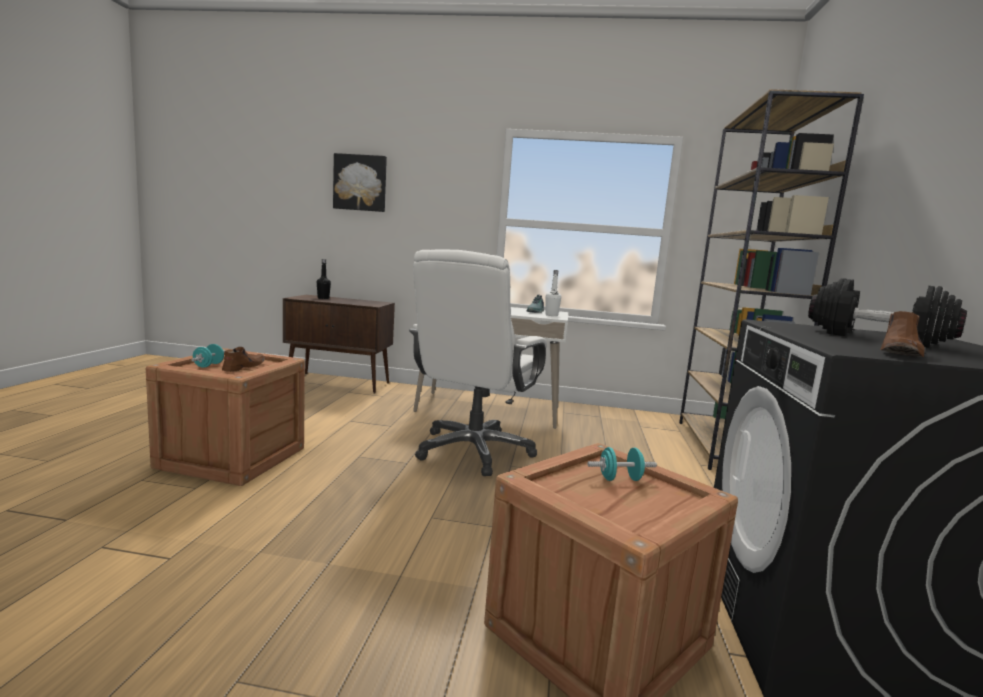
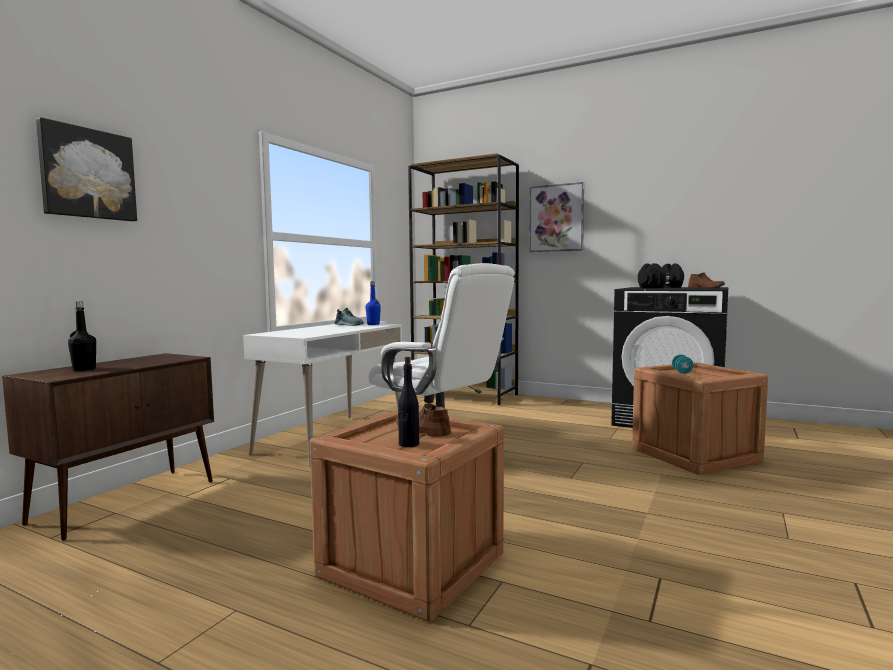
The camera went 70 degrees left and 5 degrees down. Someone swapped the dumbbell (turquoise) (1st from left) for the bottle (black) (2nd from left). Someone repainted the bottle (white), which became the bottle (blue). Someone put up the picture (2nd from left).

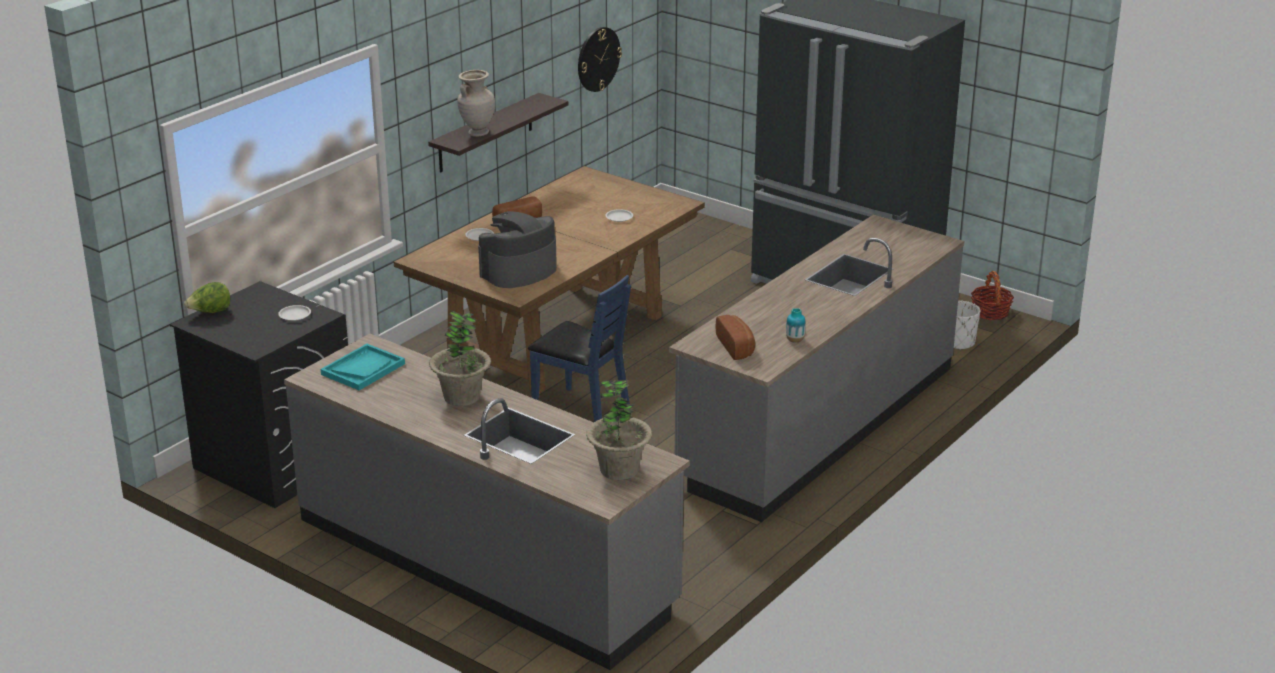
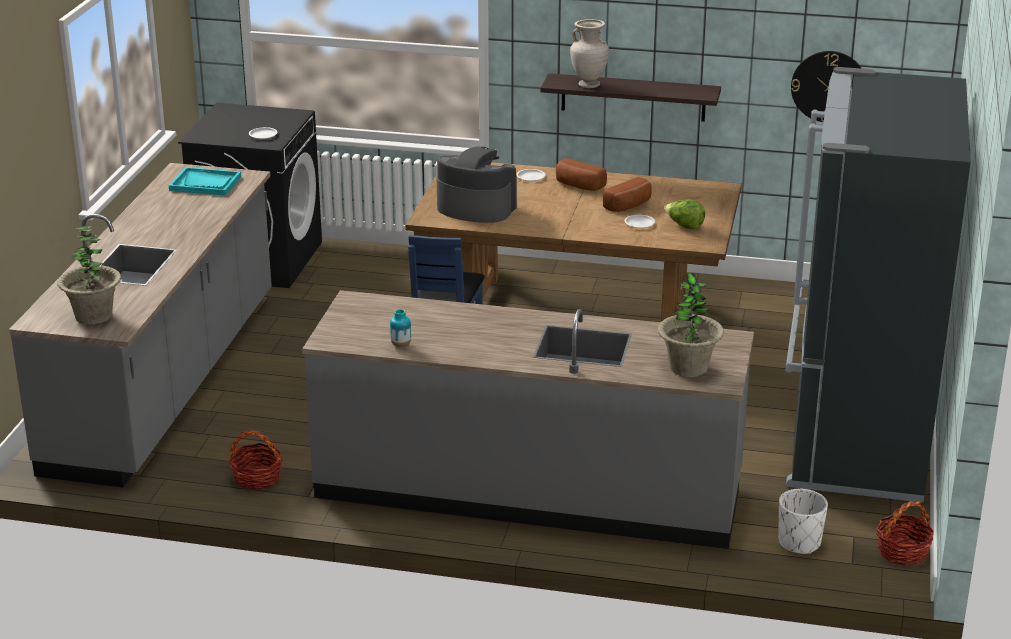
The camera went 65 degrees right and 0 degrees up. Someone carried the lettuce. Someone carried the potted plant (1st from left in the first image). Someone carried the bread (2nd from left). Someone put down the basket (1st from left).

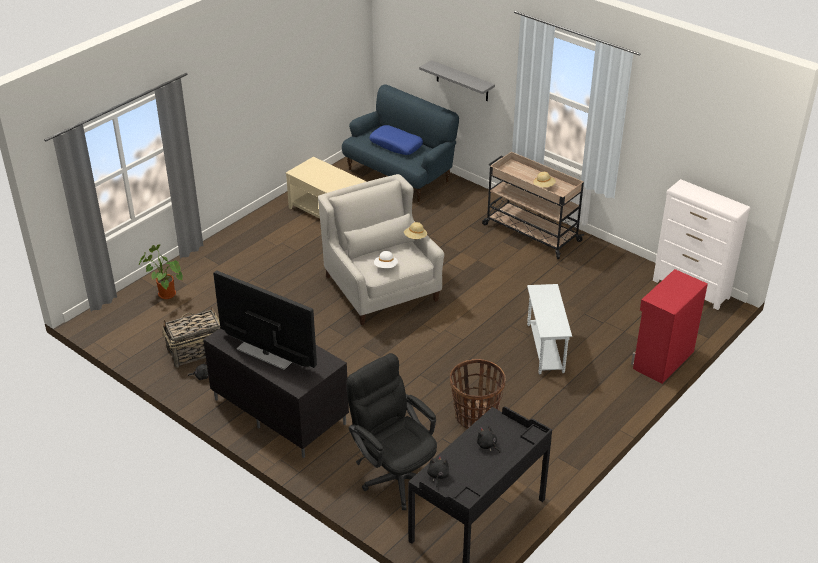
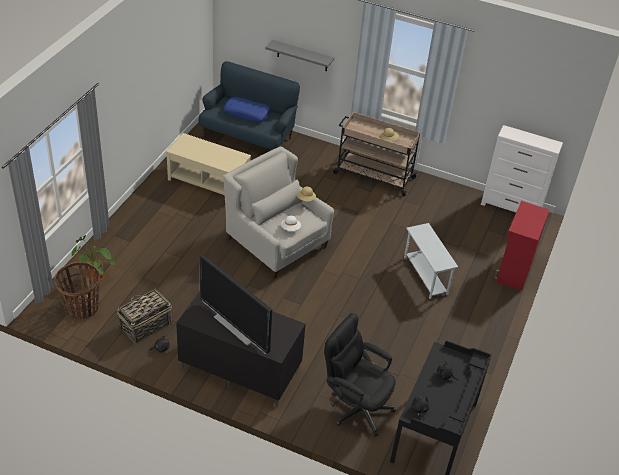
The camera went 20 degrees left and 5 degrees up. Someone rotated the television by 150 degrees counterclockwise. Someone carried the basket (2nd from left in the first image).

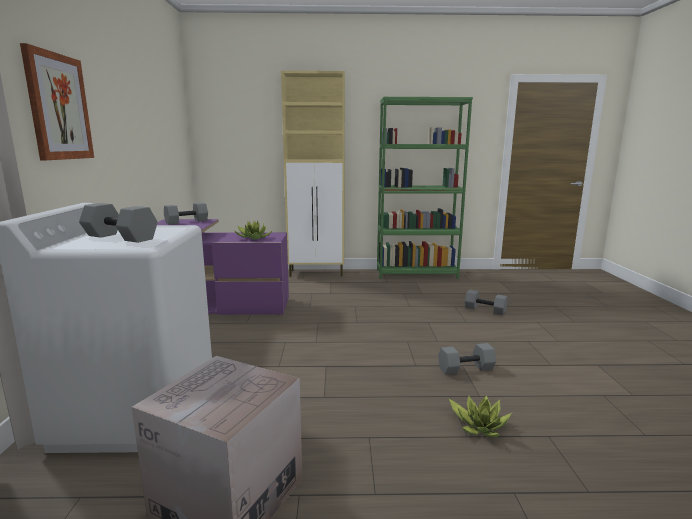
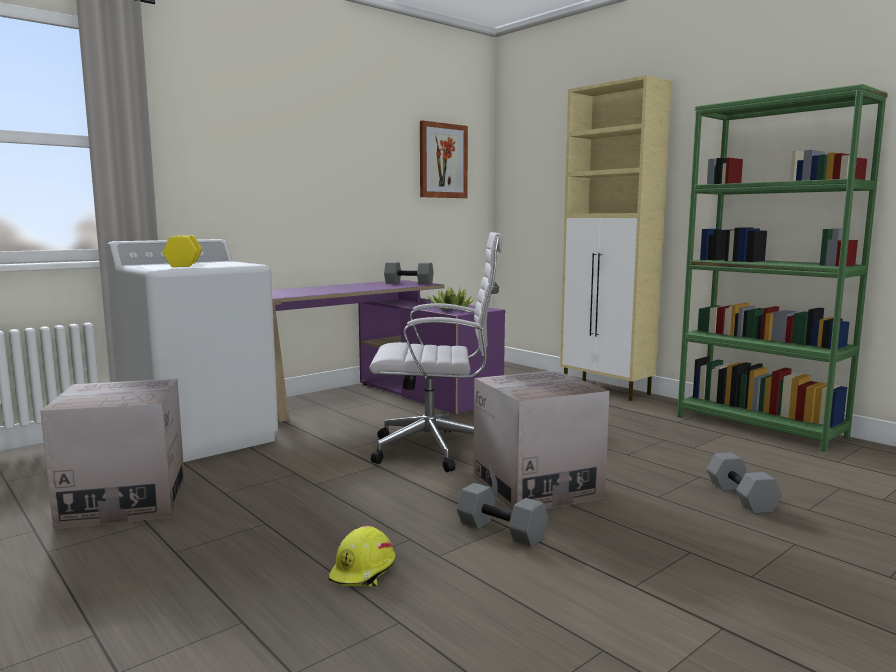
The camera went 50 degrees right and 5 degrees down. Someone carried the picture. Someone repainted the dumbbell (grey) (1st from left), which became the dumbbell (yellow). Someone swapped the potted plant (2nd from left) for the hard hat (yellow). Someone put down the office chair (white). Someone put down the cardboard box (2nd from left).

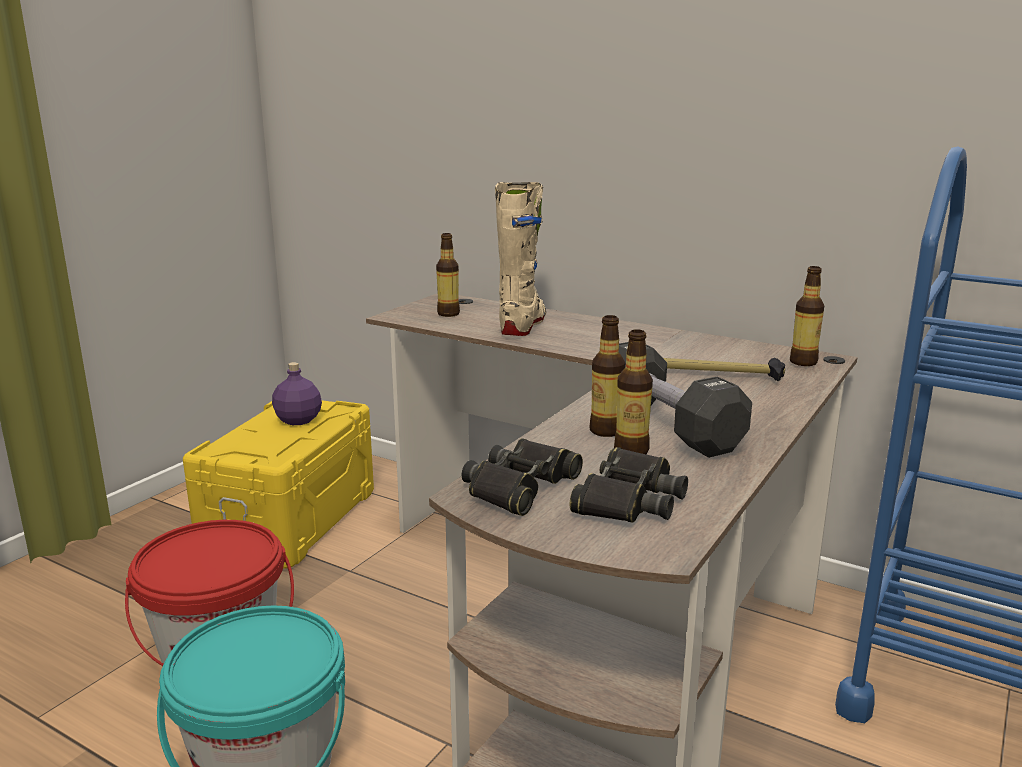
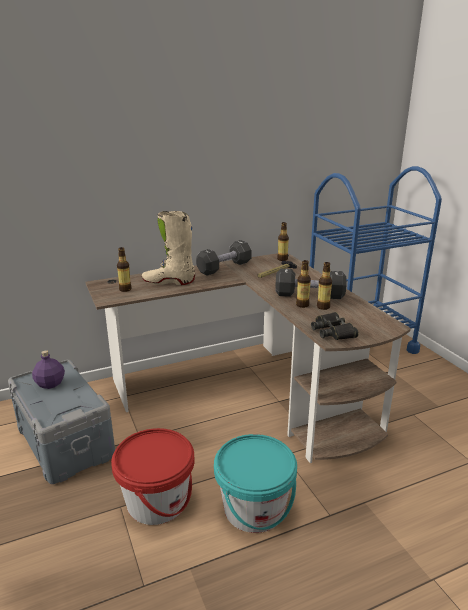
The camera went 55 degrees left and 5 degrees up. Someone repainted the storage box (yellow), which became the storage box (grey). Someone rotated the boot (beige) by 45 degrees counterclockwise. Someone took away the binoculars (black) (2nd from left). Someone put down the dumbbell (black) (1st from left).

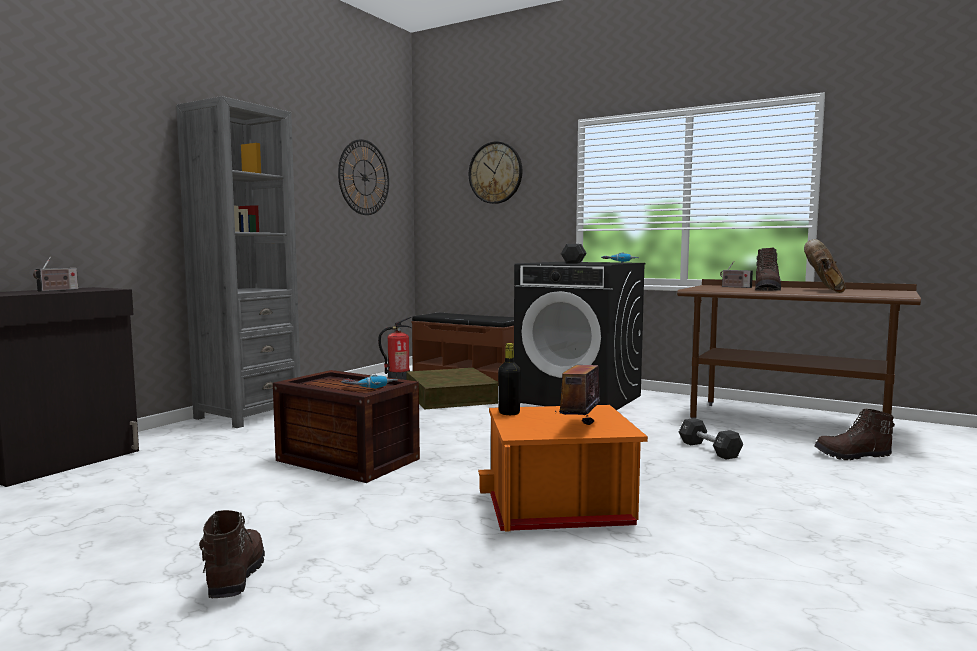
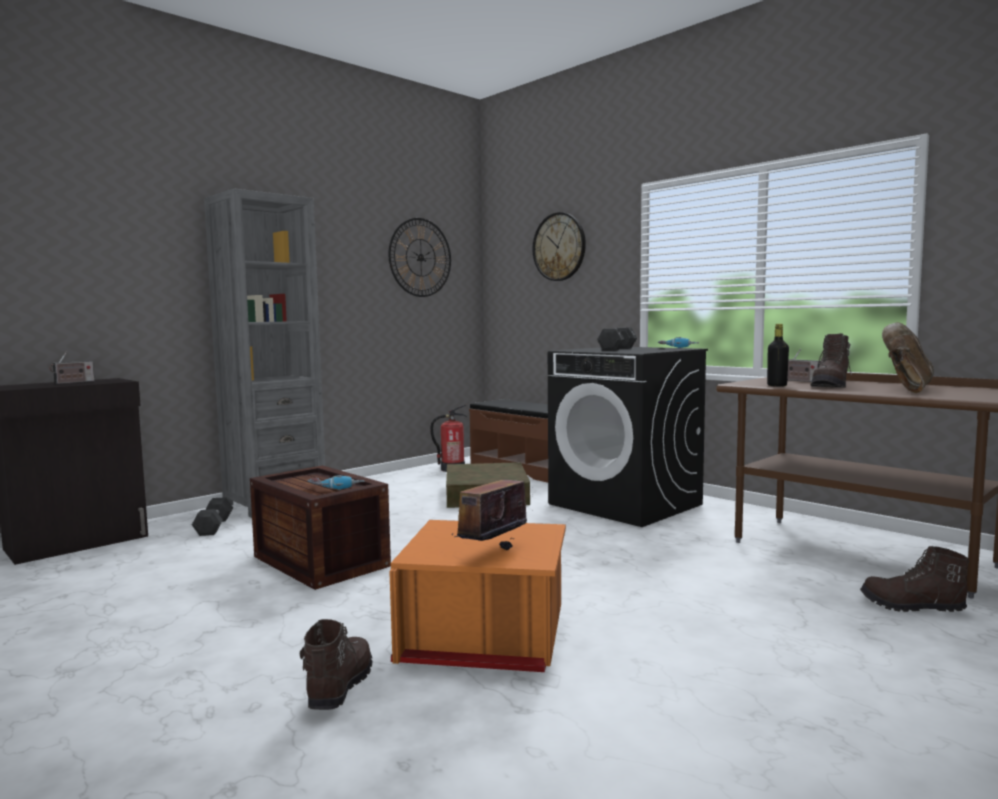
The camera went 15 degrees right and 0 degrees up. Someone carried the boot (brown) (1st from left). Someone carried the bottle (black). Someone carried the dumbbell (black) (2nd from left in the first image).

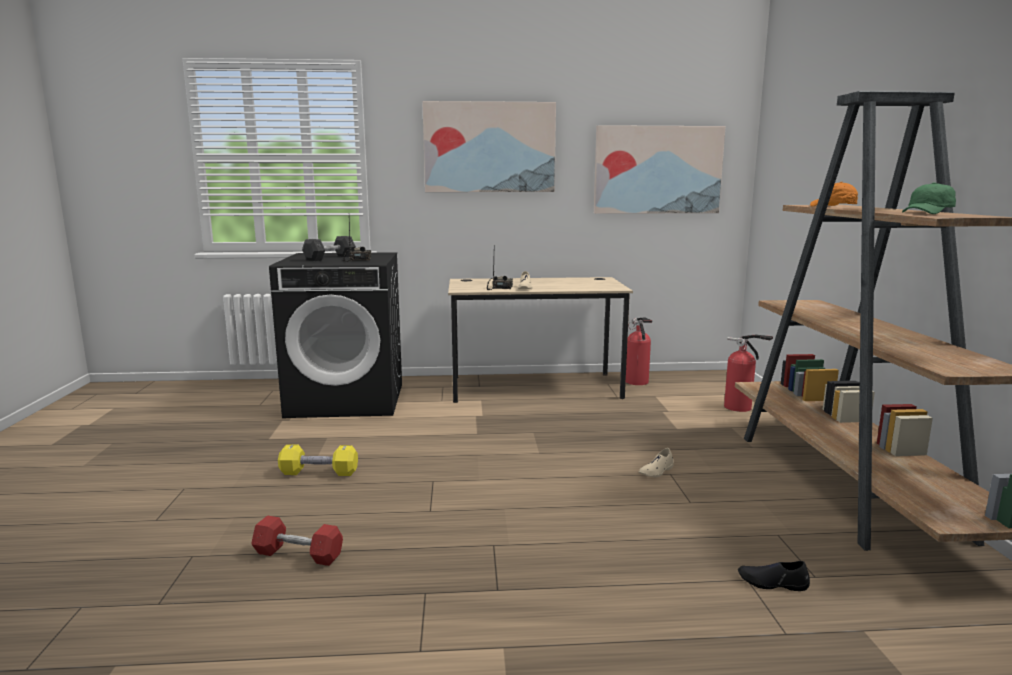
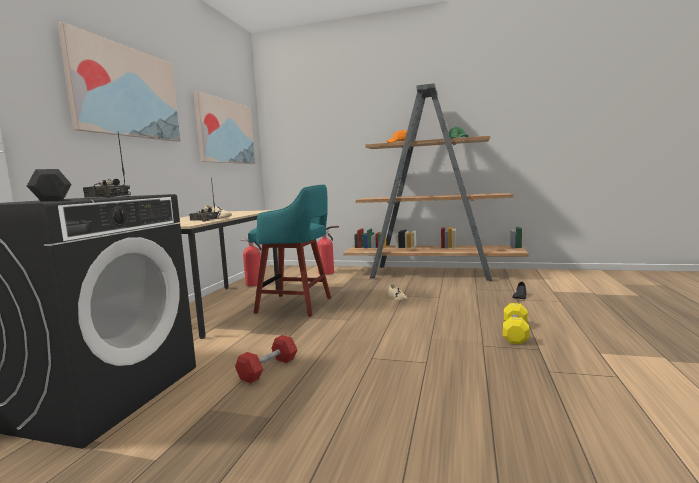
The camera went 70 degrees left and 5 degrees down. Someone carried the dumbbell (red). Someone carried the dumbbell (yellow). Someone put down the stool (turquoise).

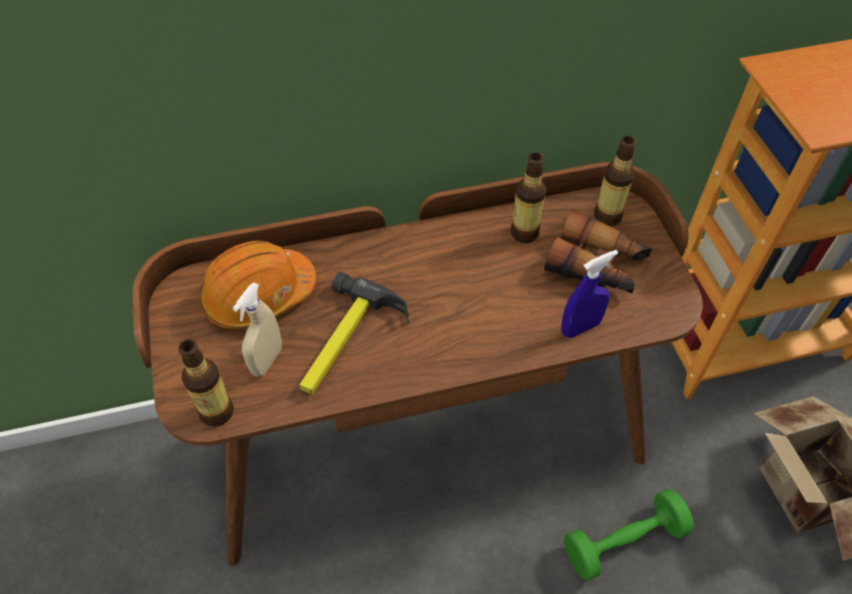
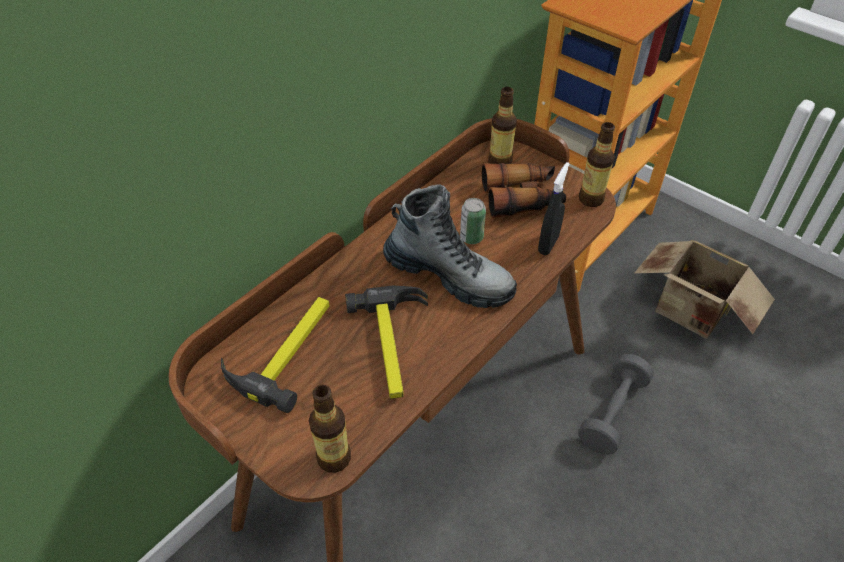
The camera went 35 degrees left and 5 degrees down. Someone swapped the hard hat (orange) for the hammer (1st from left). Someone took away the spray bottle (beige). Someone carried the bottle (2nd from left in the first image). Someone repainted the spray bottle (blue), which became the spray bottle (black). Someone repainted the dumbbell (green), which became the dumbbell (grey). Someone put down the boot. Someone put down the can.

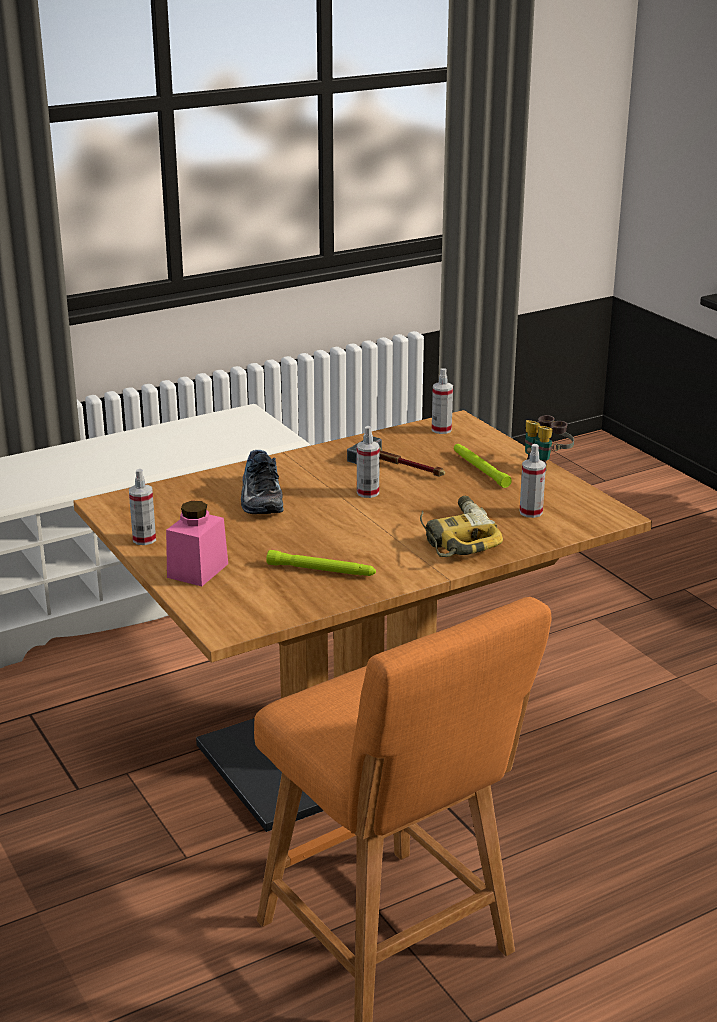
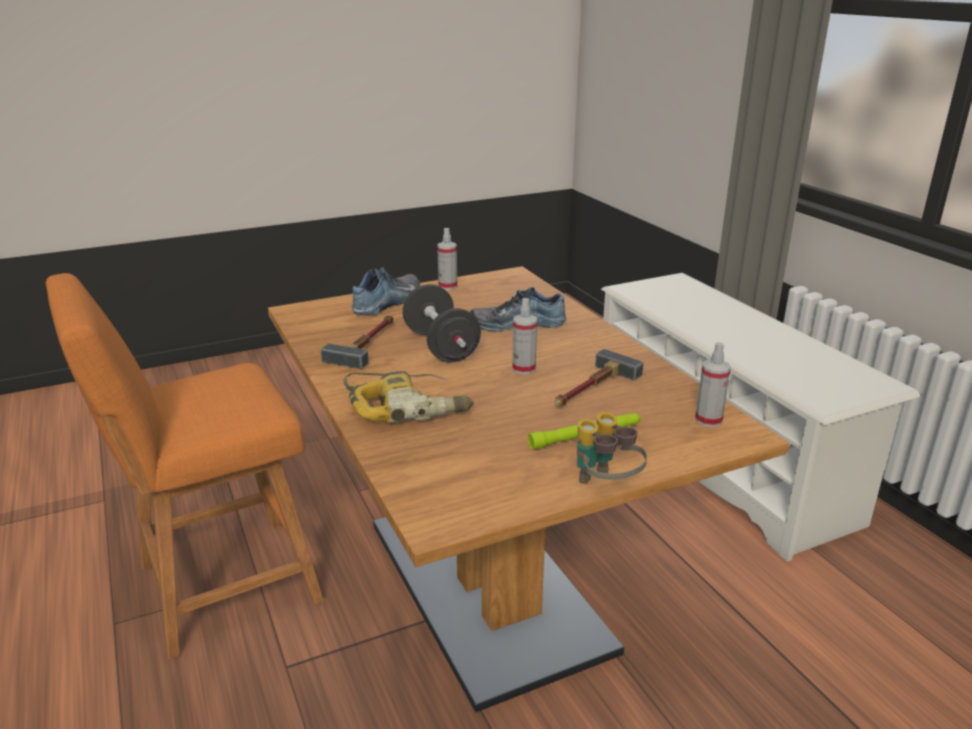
The camera went 95 degrees right and 0 degrees up. Someone swapped the jar (pink) for the shoe (1st from left). Someone swapped the flashlight (green) (1st from left) for the hammer (1st from left). Someone took away the spray bottle (4th from left). Someone put down the dumbbell (black).

